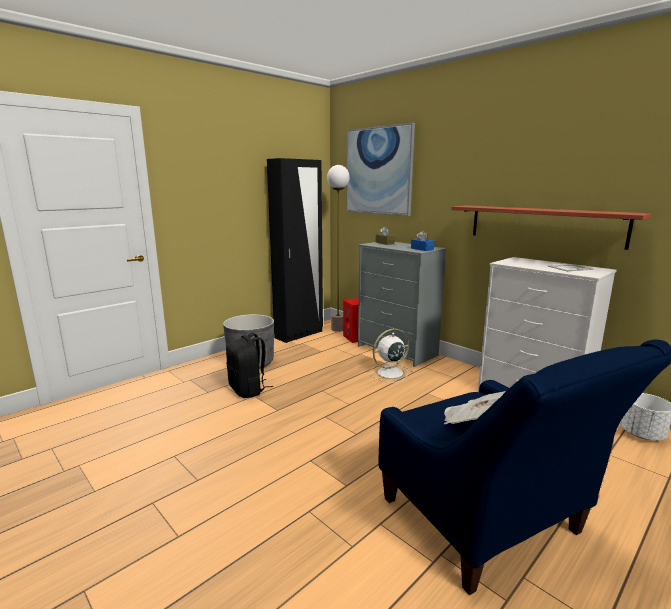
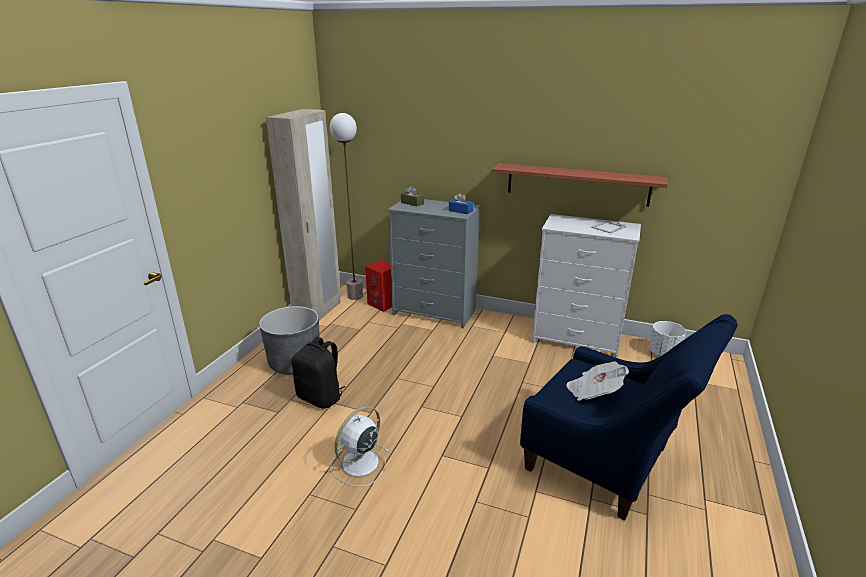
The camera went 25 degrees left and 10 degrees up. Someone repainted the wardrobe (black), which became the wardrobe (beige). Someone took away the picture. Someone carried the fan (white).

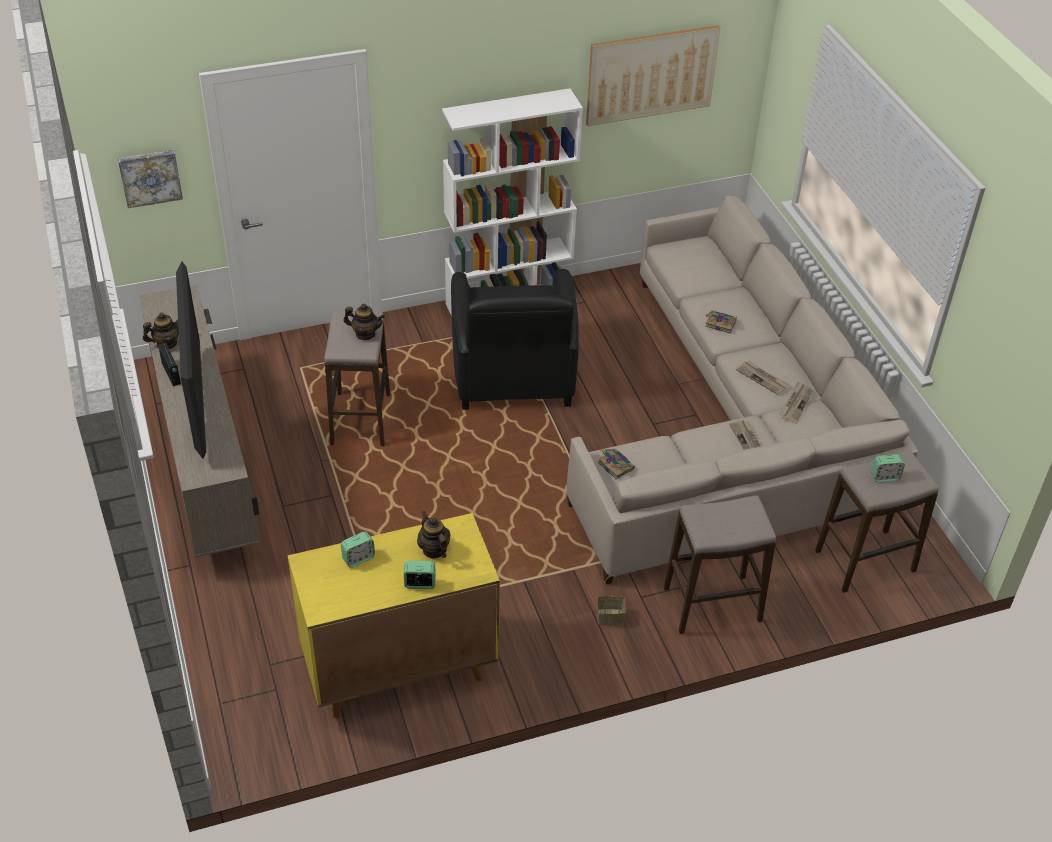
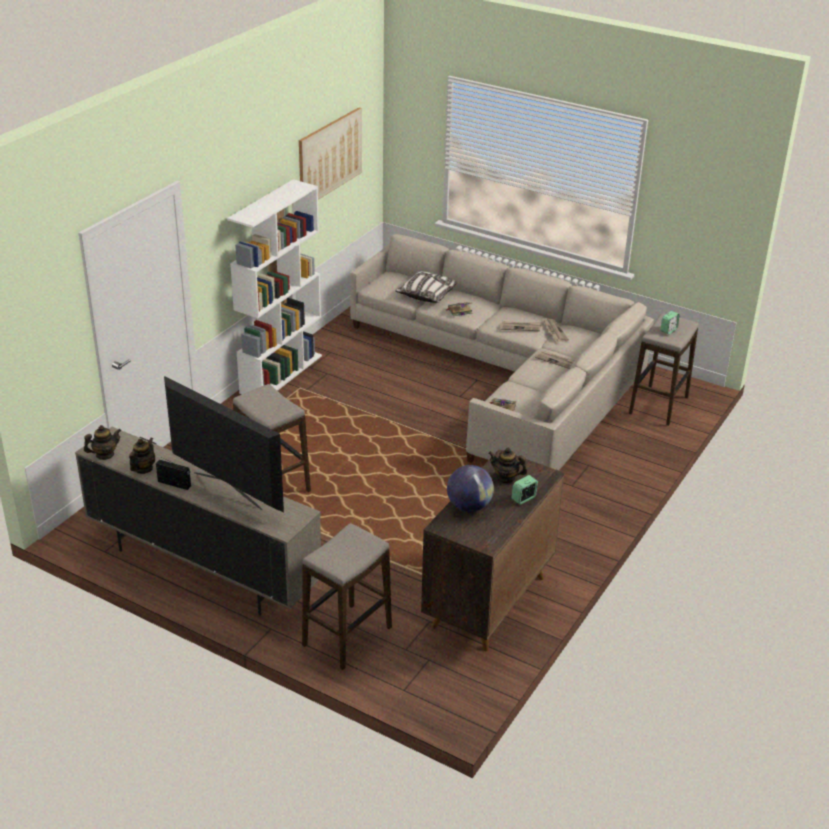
The camera went 40 degrees left and 10 degrees down. Someone took away the picture (1st from left). Someone repainted the cabinet (yellow), which became the cabinet (brown). Someone swapped the alarm clock (1st from left) for the globe. Someone carried the teapot (2nd from left in the first image). Someone took away the armchair (black). Someone took away the basket. Someone carried the stool (2nd from left). Someone put down the pillow.

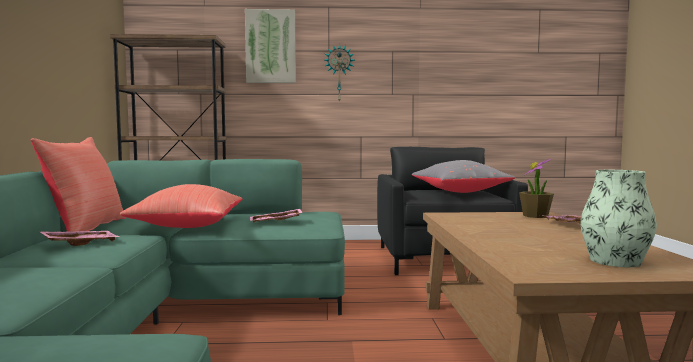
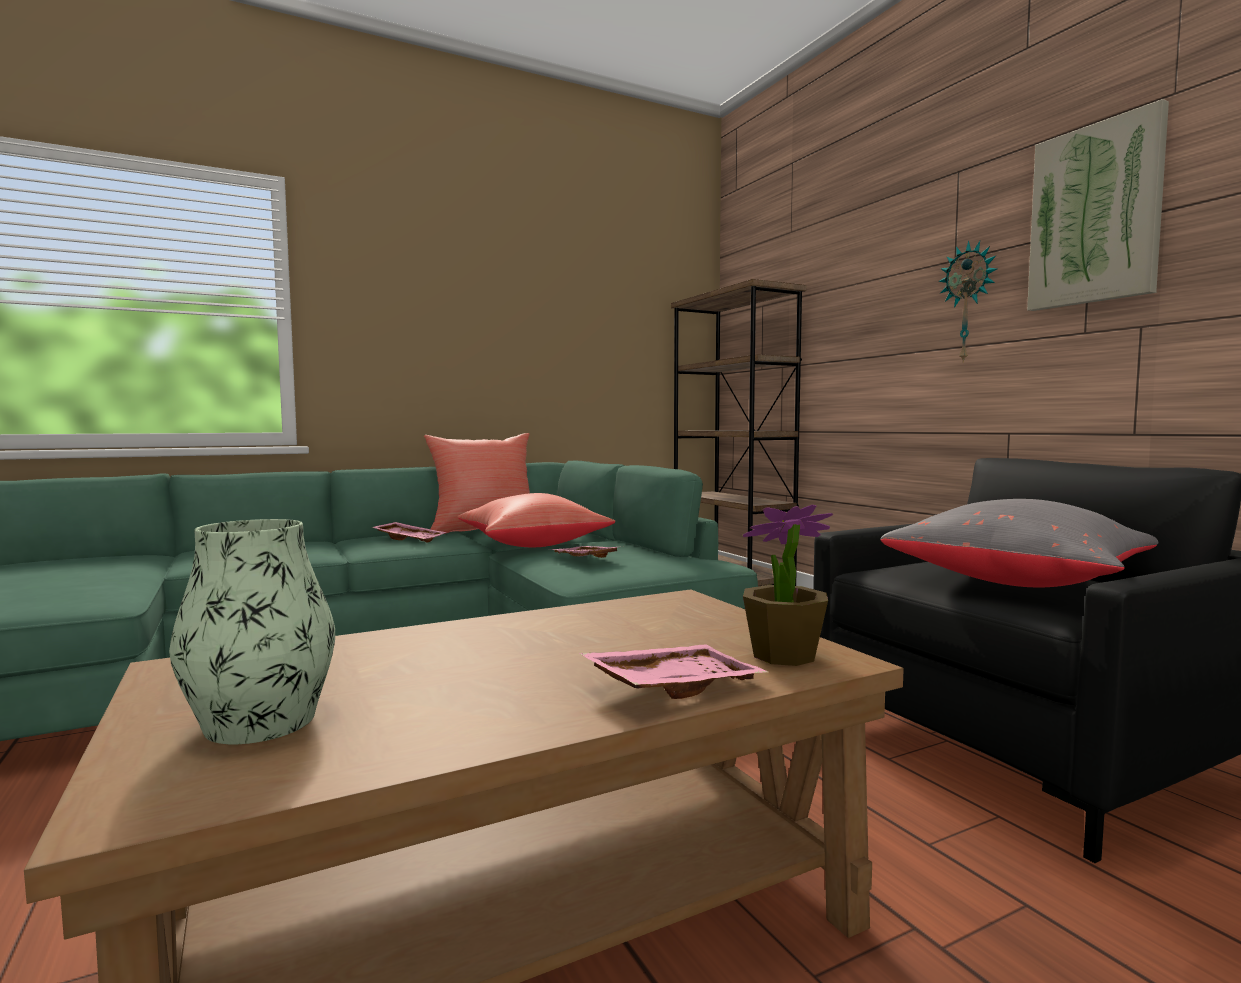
The camera went 65 degrees right and 0 degrees up. Someone carried the picture.

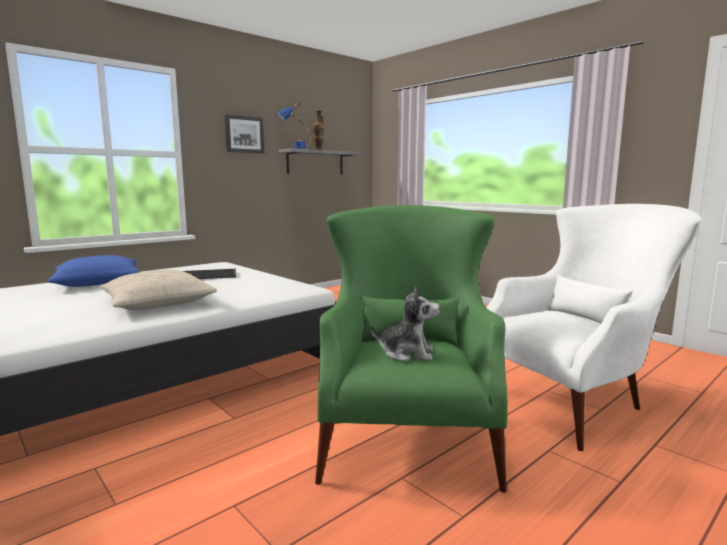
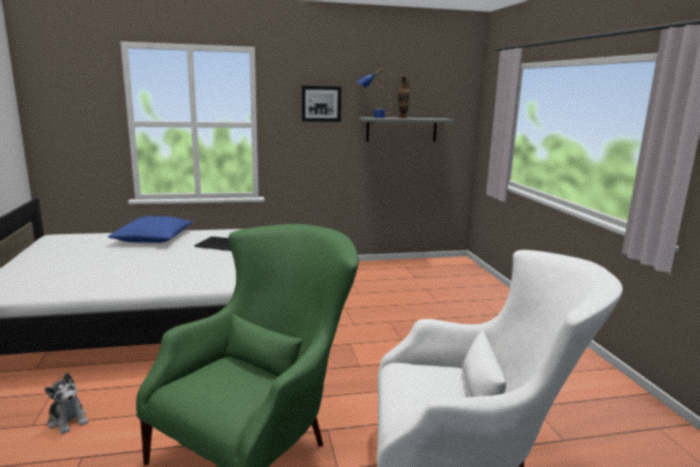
The camera went 30 degrees right and 5 degrees up. Someone took away the pillow (beige). Someone carried the plush toy.

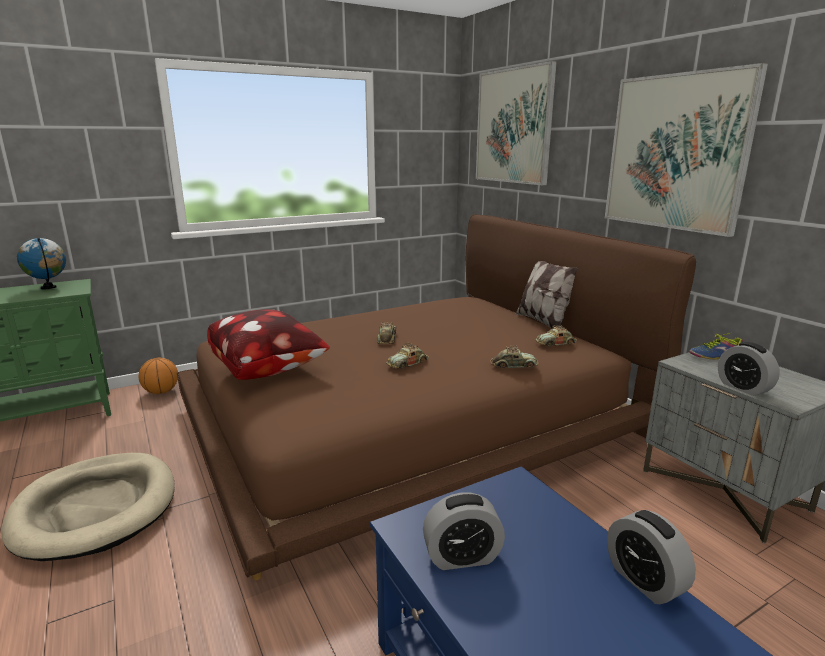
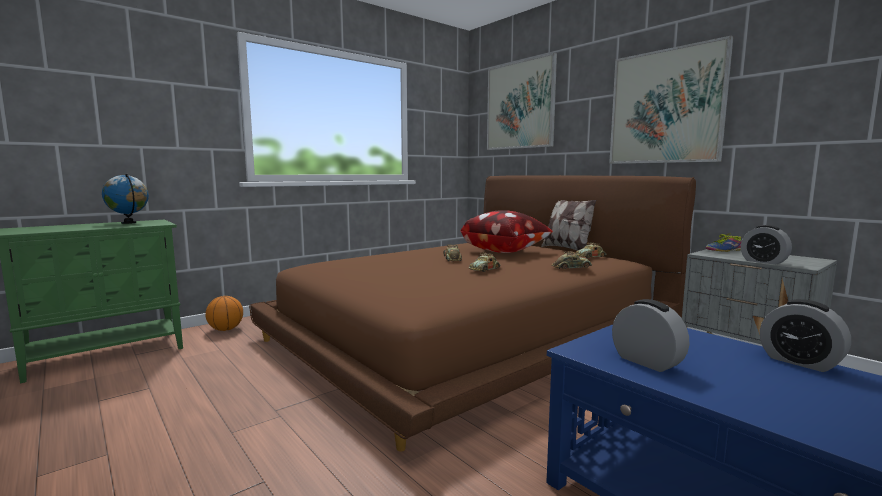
The camera went 10 degrees left and 10 degrees down. Someone took away the dog bed (beige). Someone carried the pillow (1st from left). Someone rotated the alarm clock (1st from left) by 105 degrees counterclockwise.

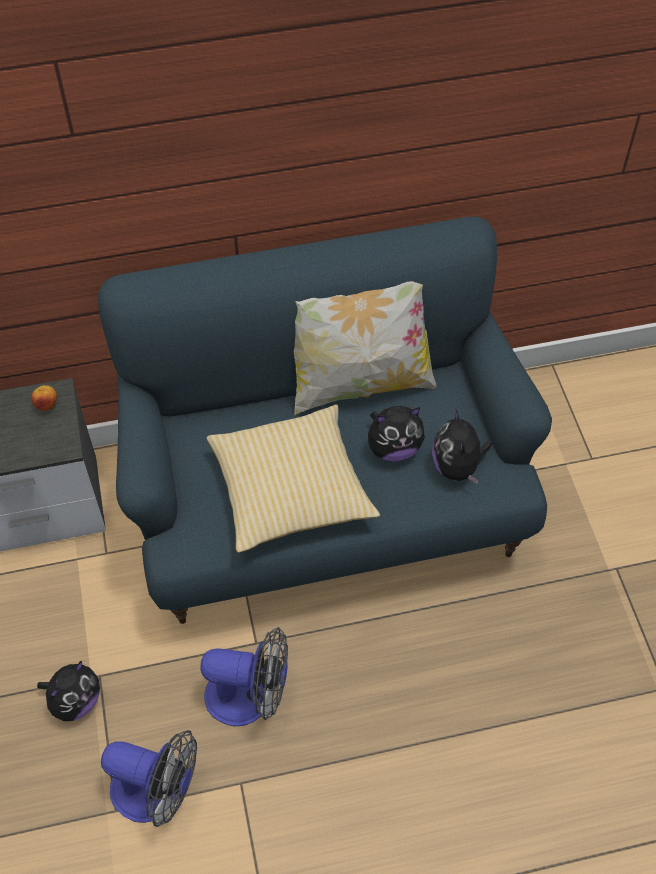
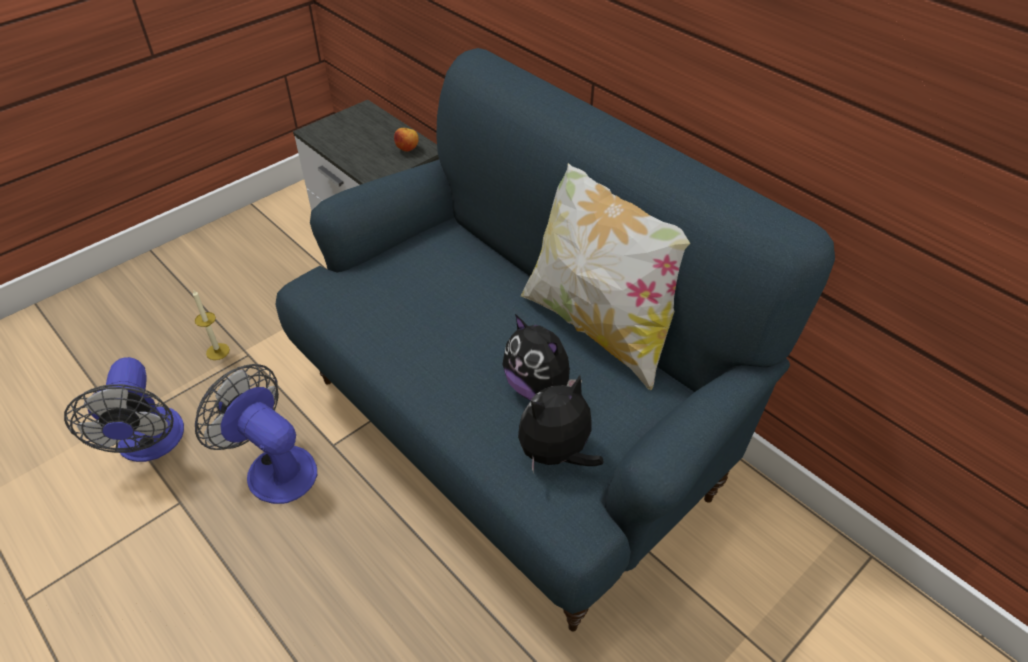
The camera went 60 degrees right and 10 degrees down. Someone swapped the plush toy (1st from left) for the candle. Someone rotated the fan (2nd from left) by 150 degrees clockwise. Someone took away the pillow (1st from left).

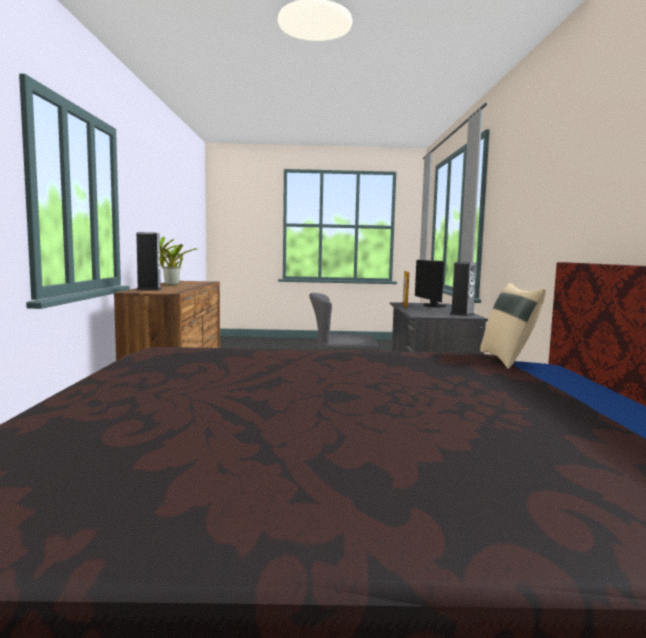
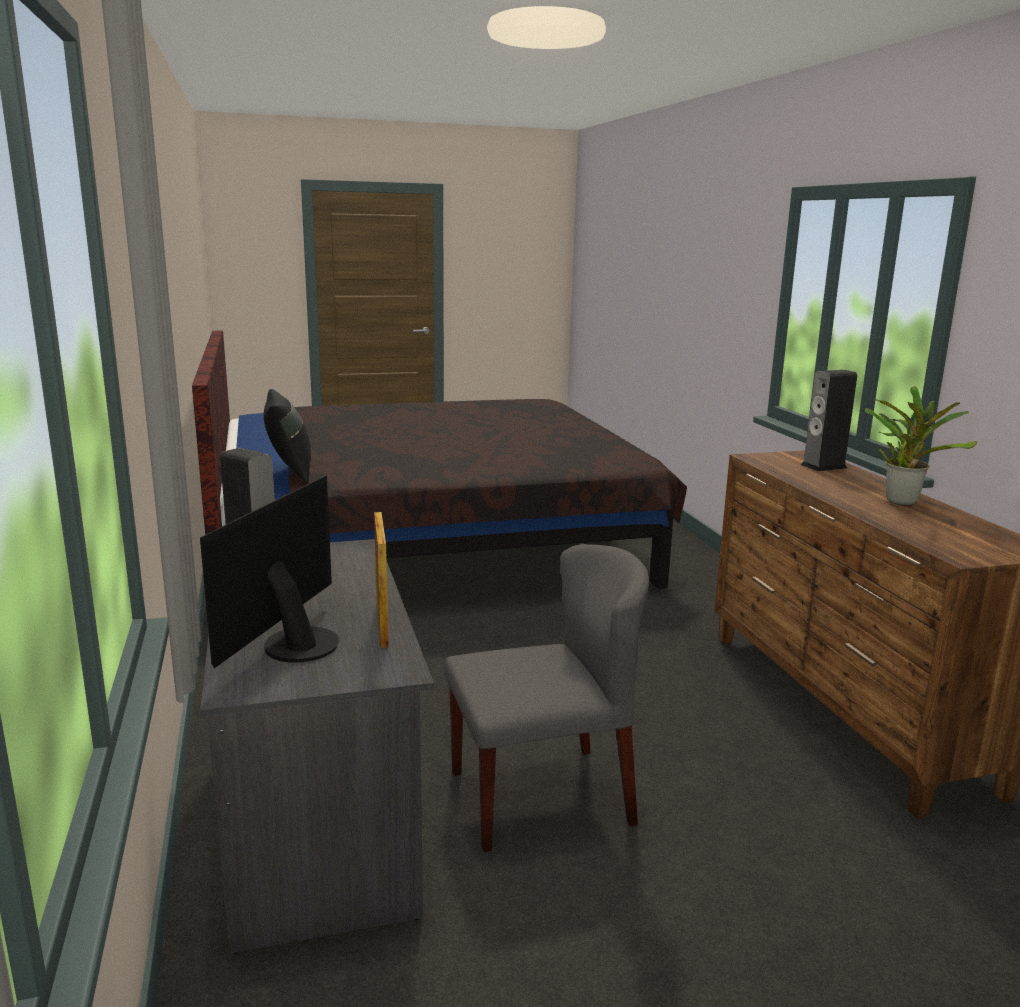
The camera went 165 degrees right and 10 degrees up. Someone rotated the monitor by 135 degrees counterclockwise. Someone repainted the pillow (beige), which became the pillow (black).

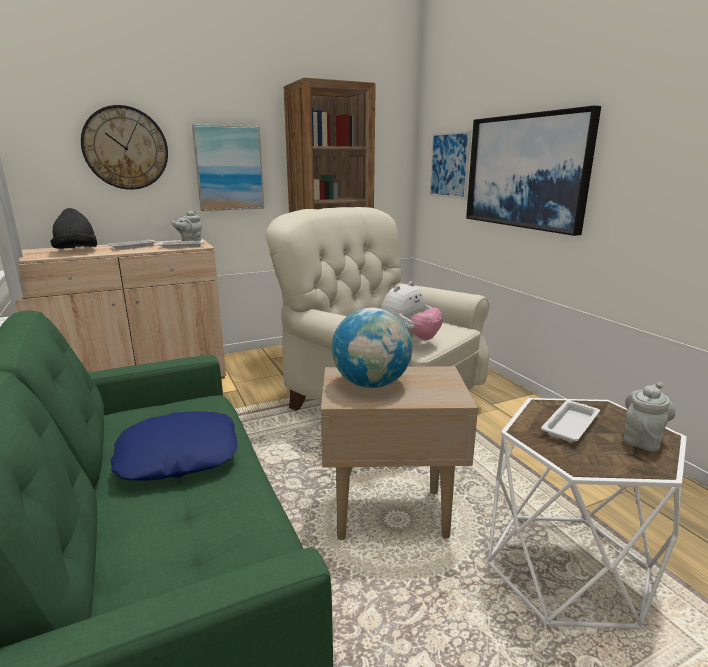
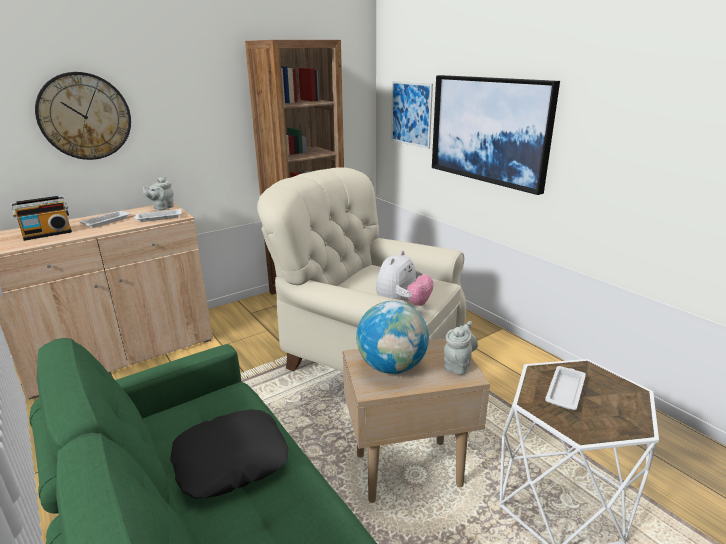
The camera went 10 degrees left and 5 degrees up. Someone swapped the hat (black) for the radio. Someone repainted the pillow (blue), which became the pillow (black). Someone took away the picture (1st from left). Someone carried the teapot (grey) (2nd from left).

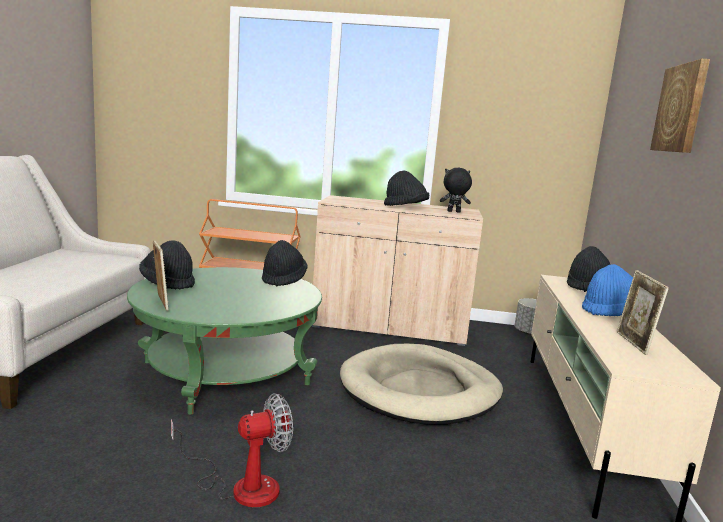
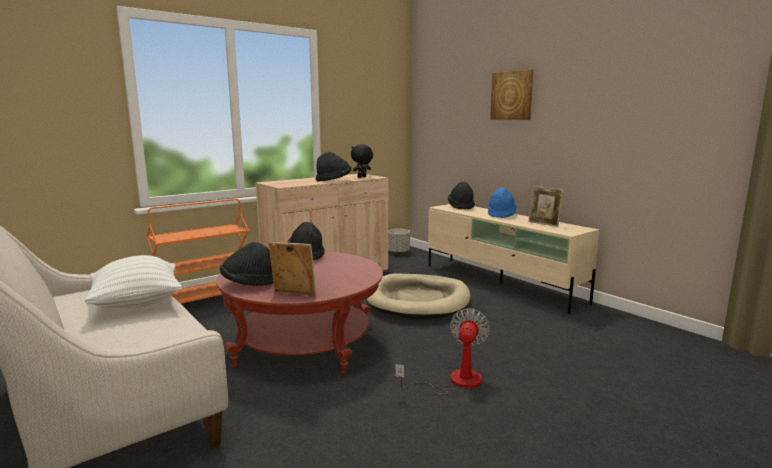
The camera went 45 degrees left and 0 degrees up. Someone repainted the coffee table (green), which became the coffee table (red). Someone put down the pillow (white).

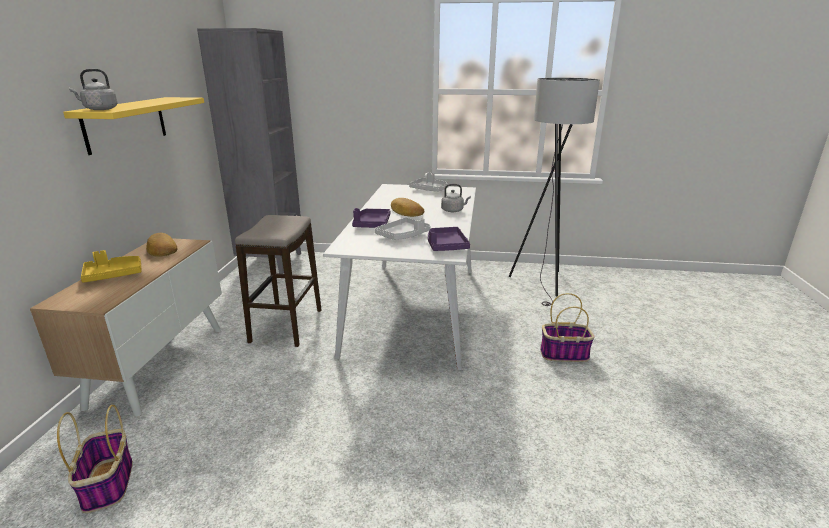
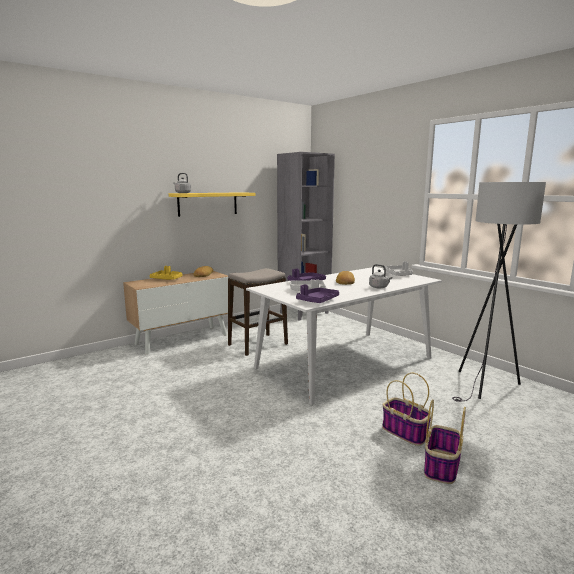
The camera went 45 degrees right and 10 degrees down. Someone carried the basket (1st from left in the first image).

